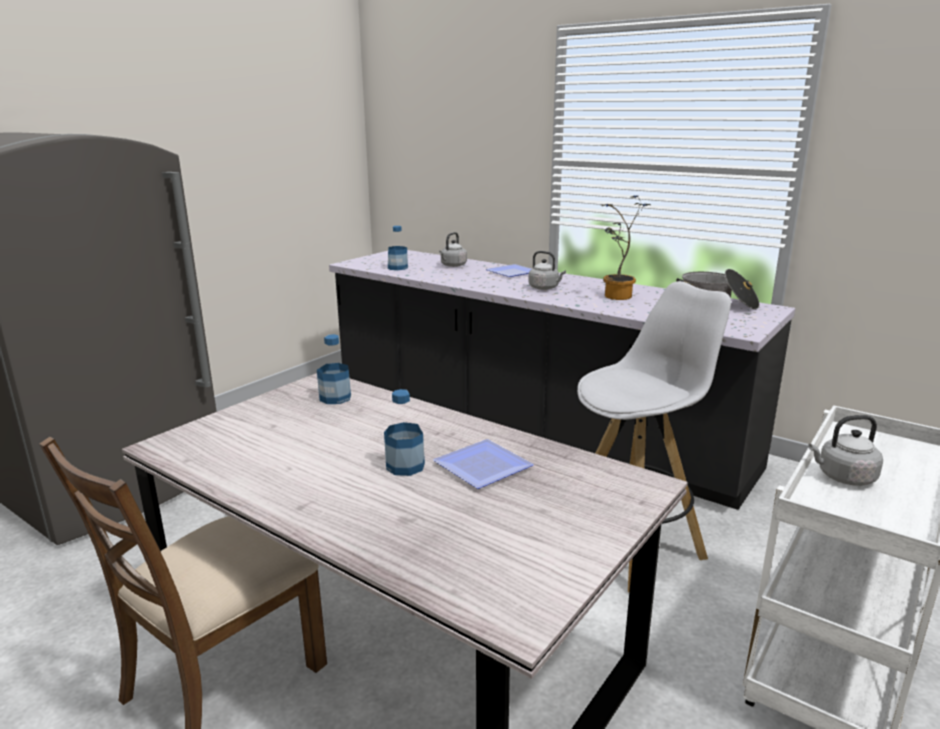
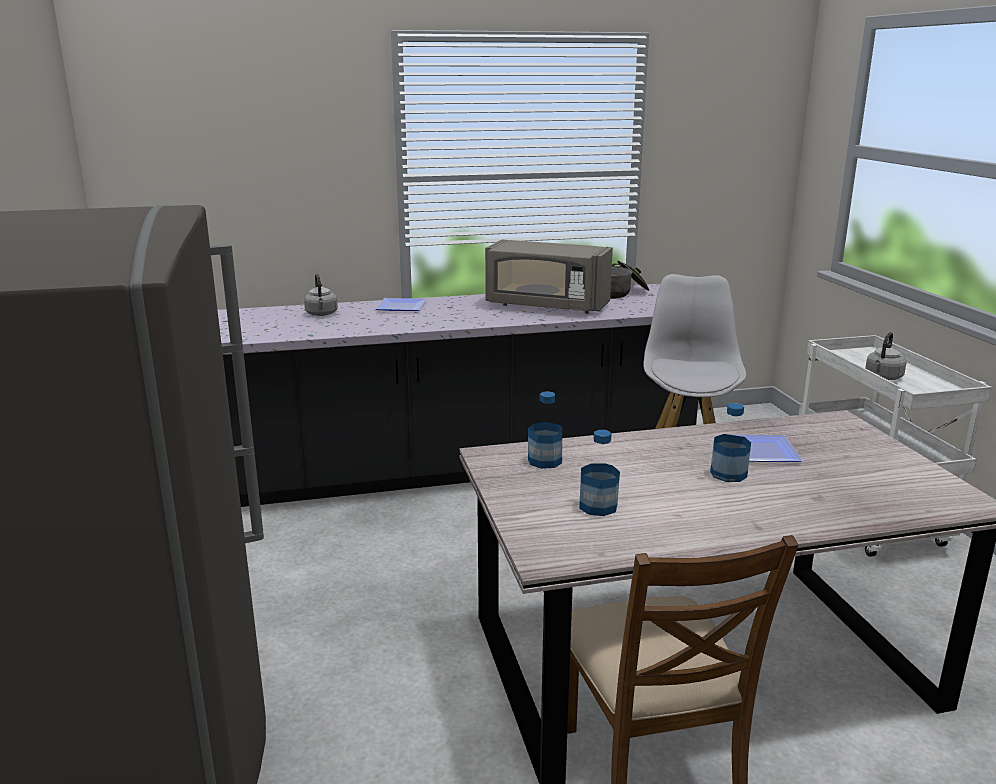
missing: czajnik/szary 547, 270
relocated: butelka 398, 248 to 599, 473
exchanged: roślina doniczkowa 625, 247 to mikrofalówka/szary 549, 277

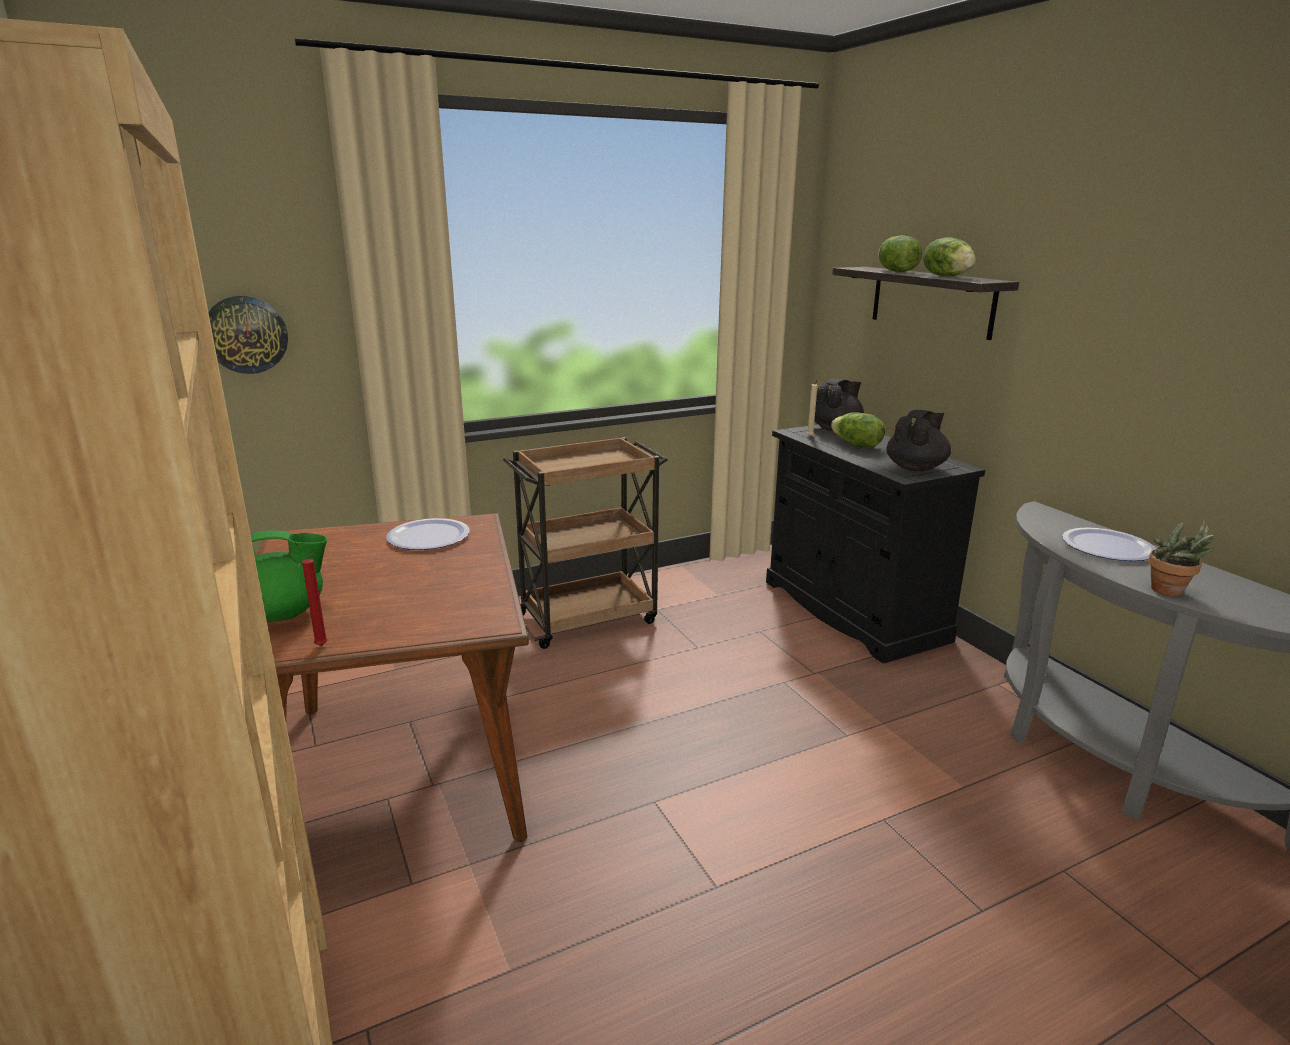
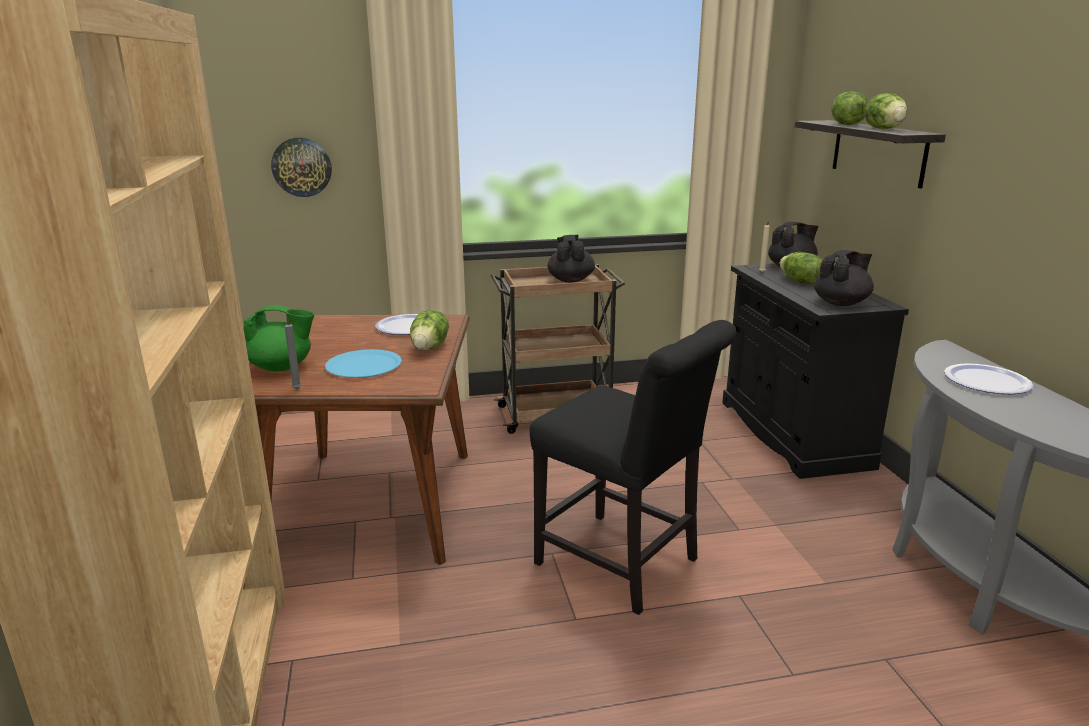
missing: roślina doniczkowa 1181, 558
appeared: imbryk/czarny 571, 259; sałata 429, 330; krzesło/czarny 633, 467; talerz/niebieski 363, 363
colour: świeca/czerwony 315, 600 to świeca/szary 293, 354

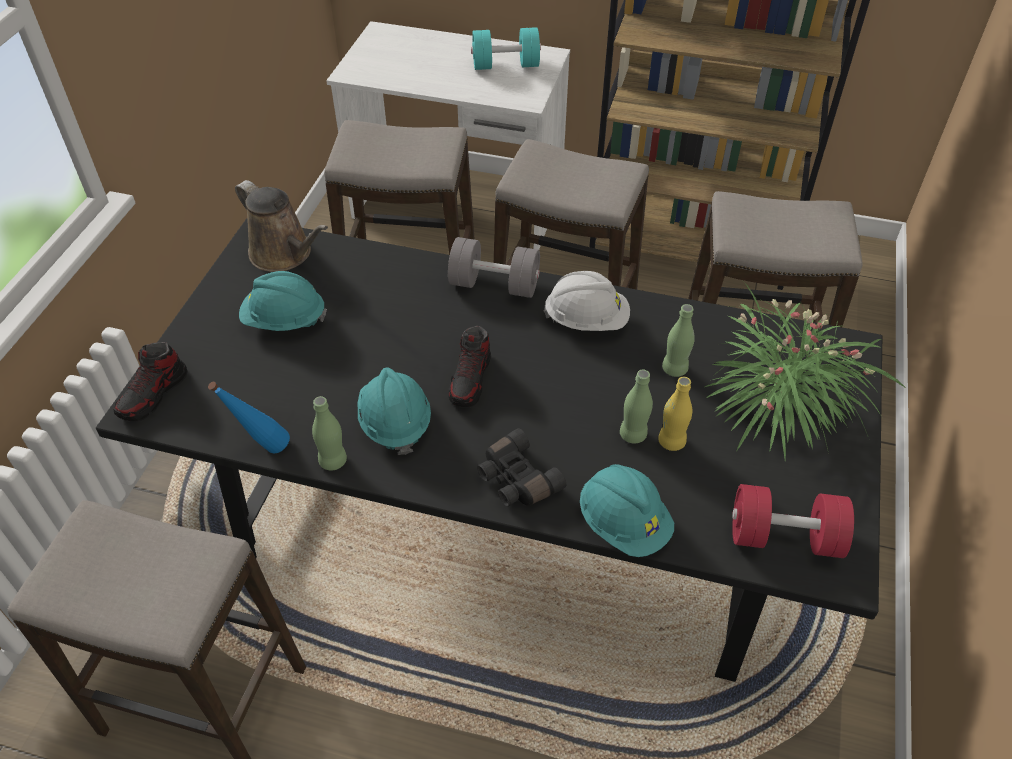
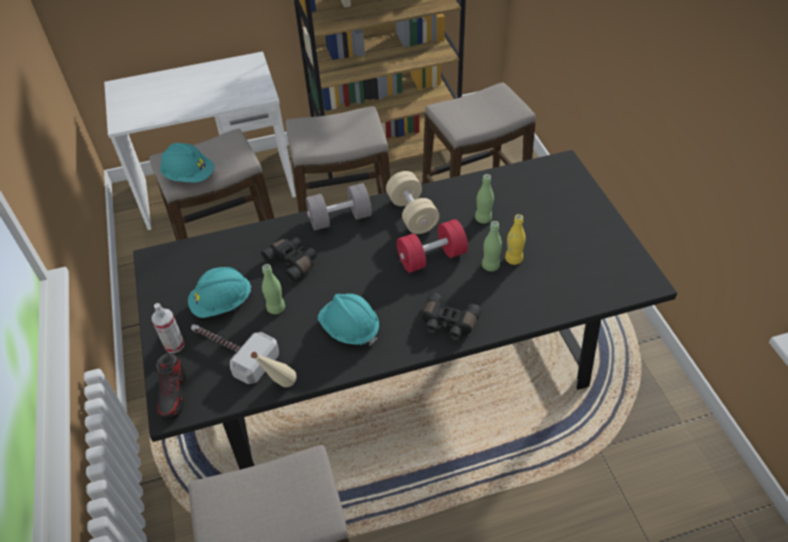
missing: hantel/turkusowy 506, 48; konewka/brązowy 281, 226; roślina doniczkowa 805, 370; but 469, 366
appeared: lornetka/czarny 289, 260; spryskiwacz 168, 328; młotek 235, 354
relocated: butelka/zielony 329, 433 to 273, 289; kask/turkusowy 627, 510 to 187, 163; hantel/czerwony 793, 521 to 432, 246
exchanged: kask/biały 587, 301 to hantel/beżowy 413, 202
colour: butelka/niebieski 249, 417 to butelka/beżowy 274, 369

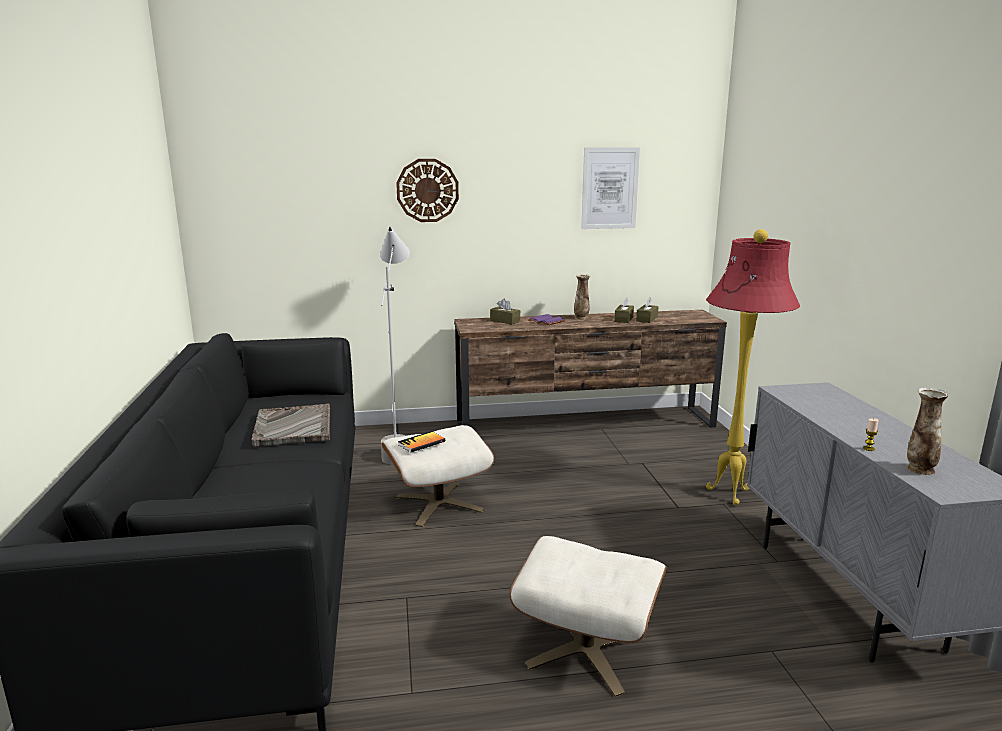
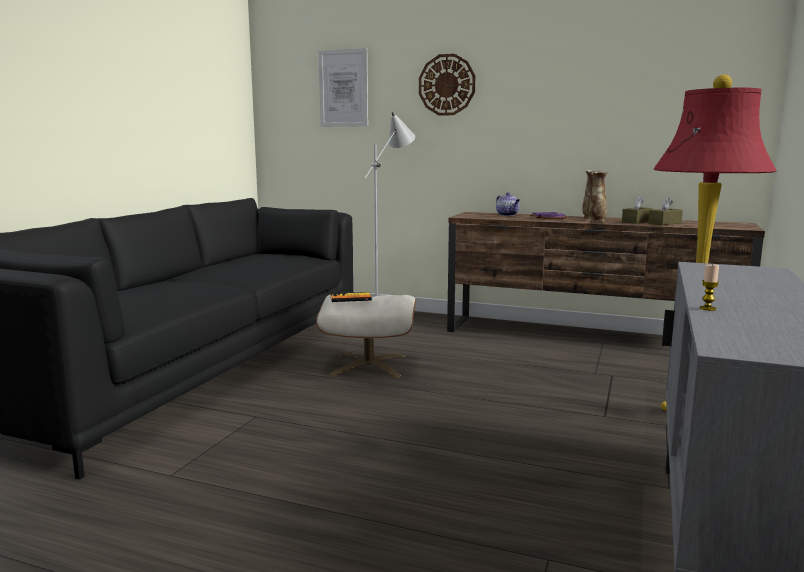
missing: taca/szary 290, 425; pufa/beżowy 588, 616
relocated: obraz 610, 188 to 343, 87; wazon 928, 431 to 598, 197
exchanged: pudełko chusteczek/brązowy 505, 311 to imbryk 508, 204

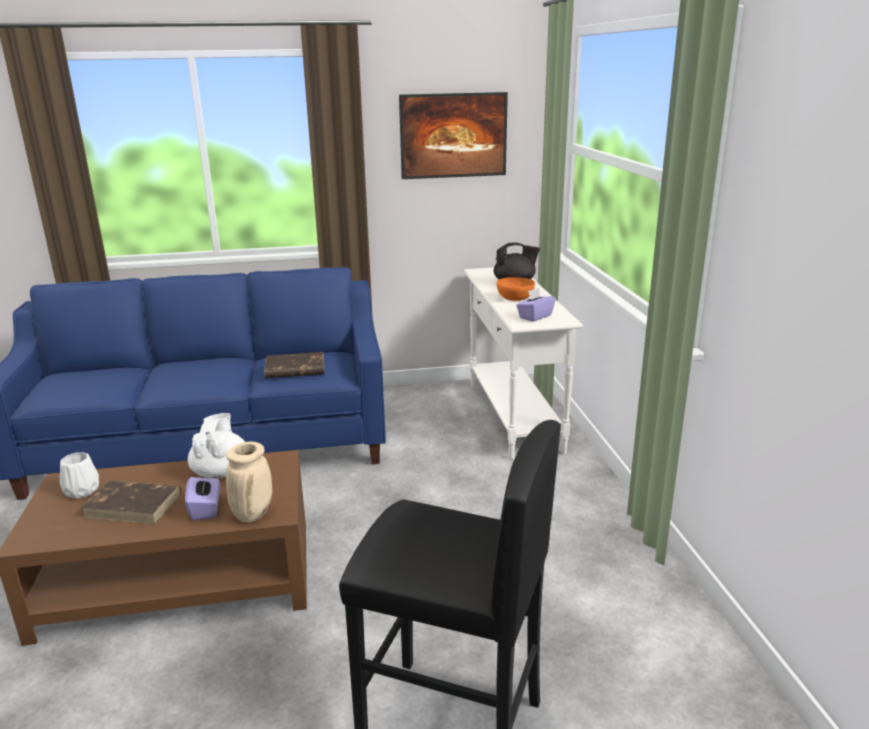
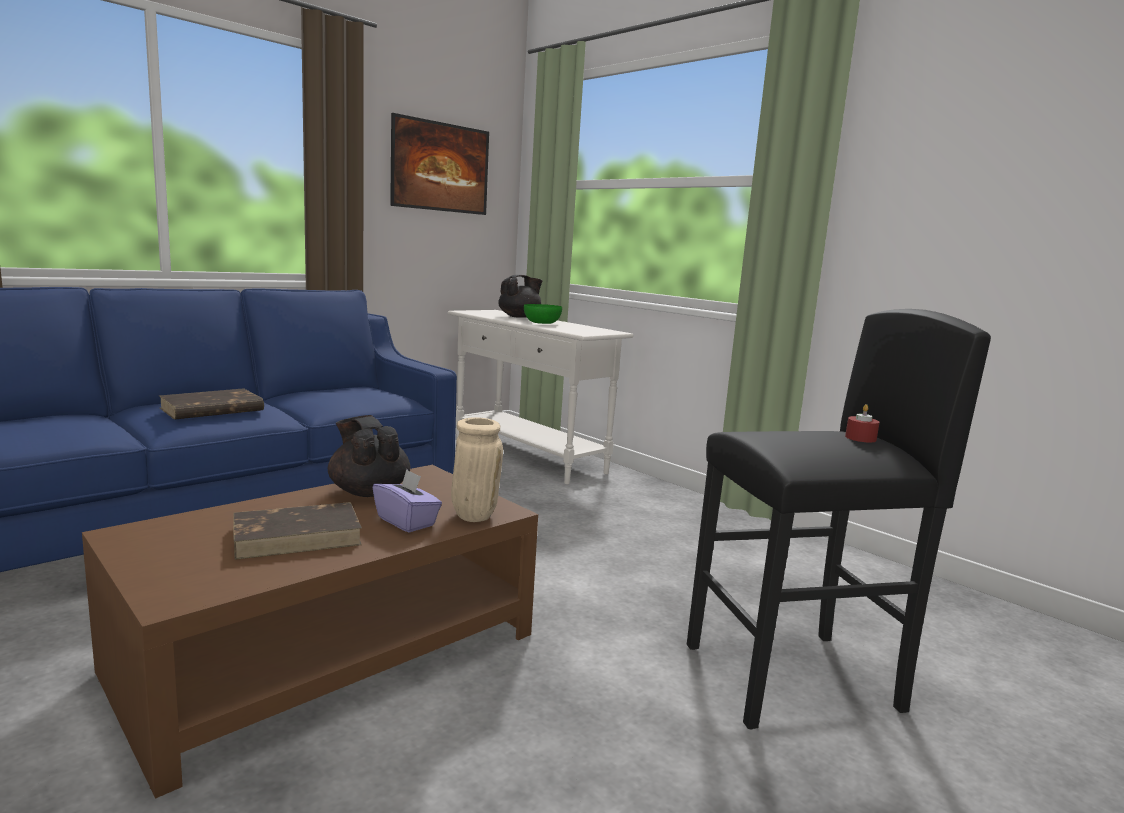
missing: pudełko chusteczek/fioletowy 536, 305; wazon/biały 79, 475
appeared: świeca/czerwony 862, 423
relocated: książka/brązowy 294, 365 to 211, 404
colour: miska/pomarańczowy 516, 289 to miska/zielony 543, 314; imbryk/biały 216, 446 to imbryk/czarny 369, 456

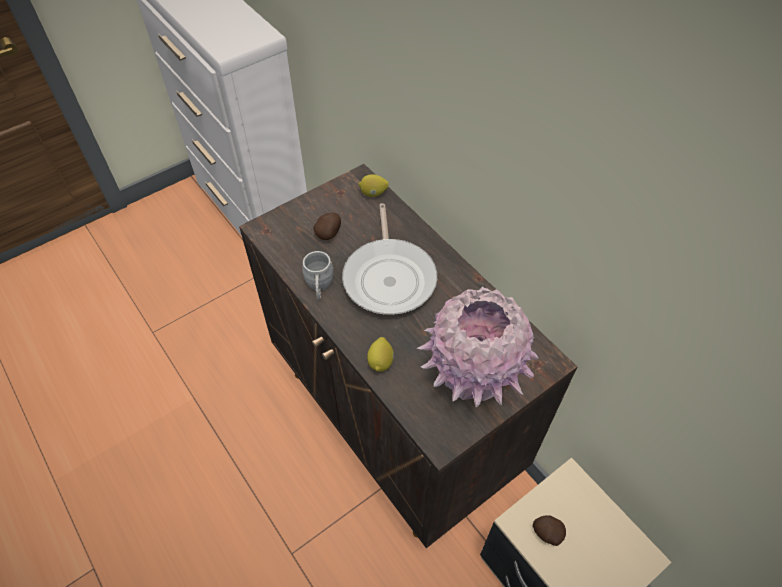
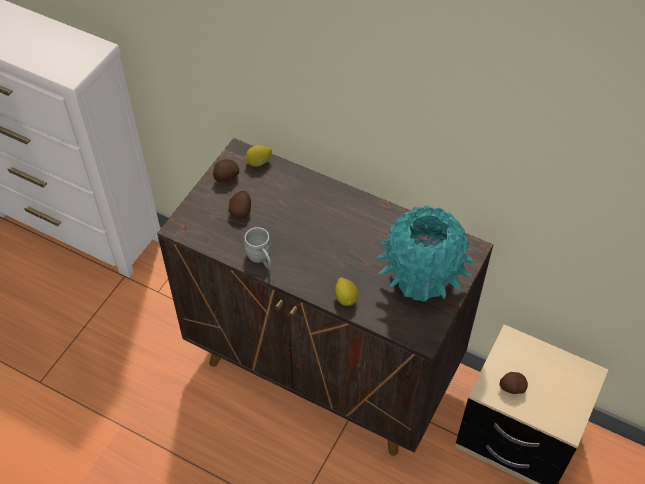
missing: patelnia 389, 259
appeared: ziemniak 226, 170
colour: wazon/różowy 478, 347 to wazon/turkusowy 425, 253

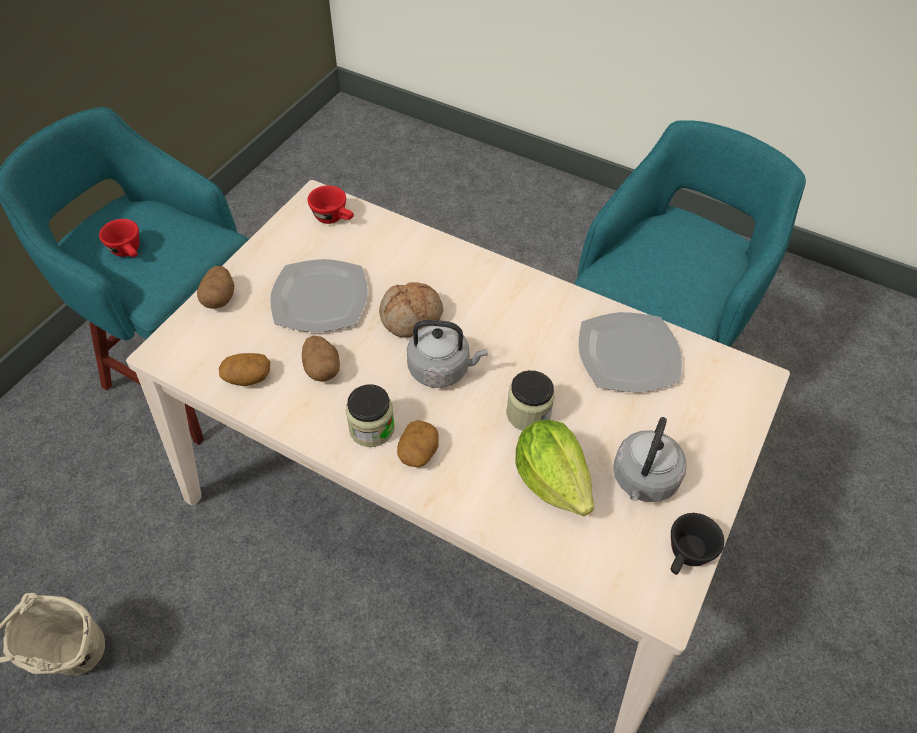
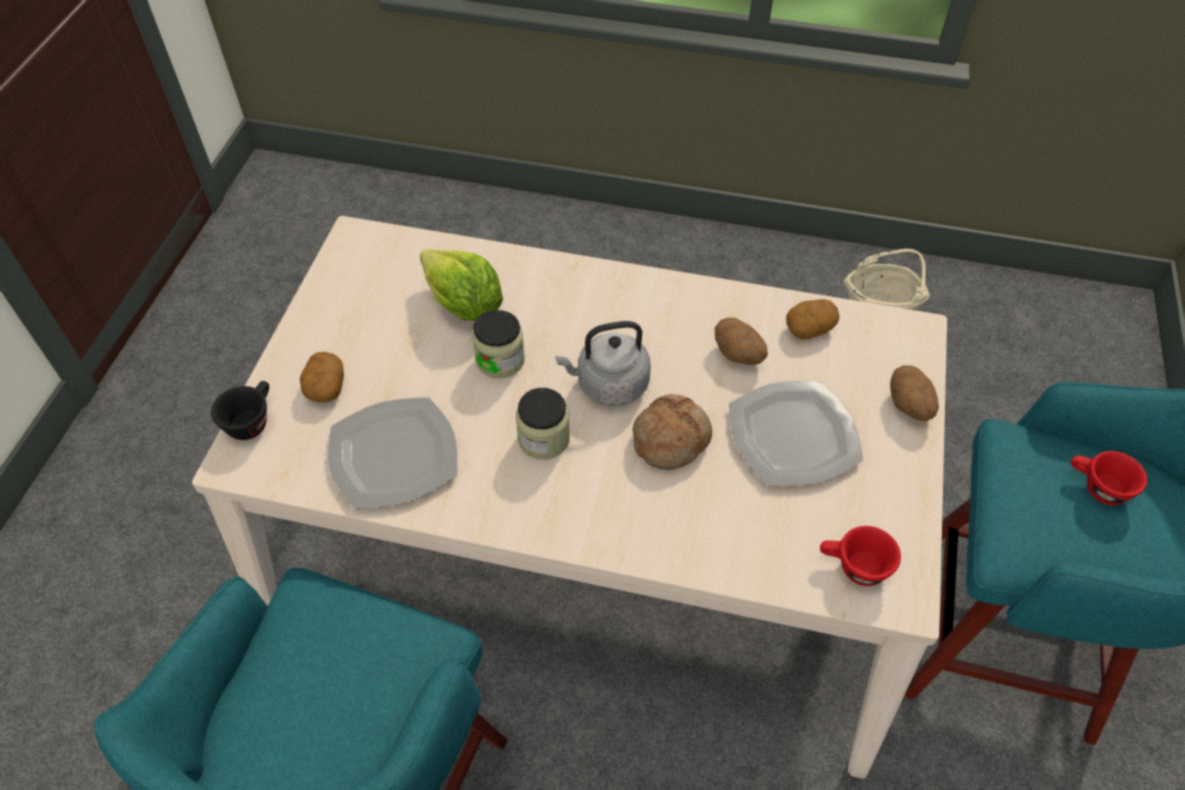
missing: czajnik/szary 650, 459
relocated: słoik 370, 415 to 543, 424; ziemniak 418, 443 to 322, 377; filiżanka/czarny 697, 544 to 240, 410

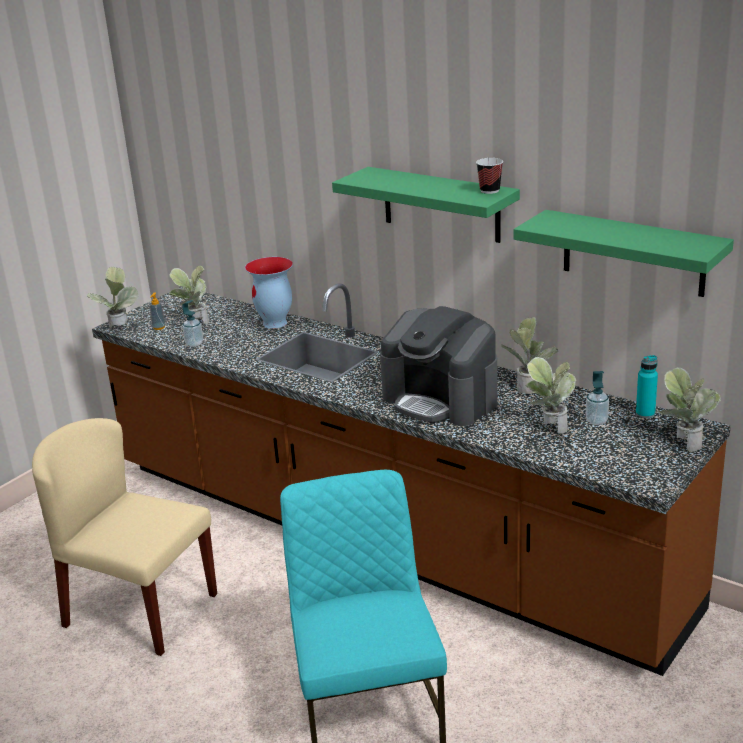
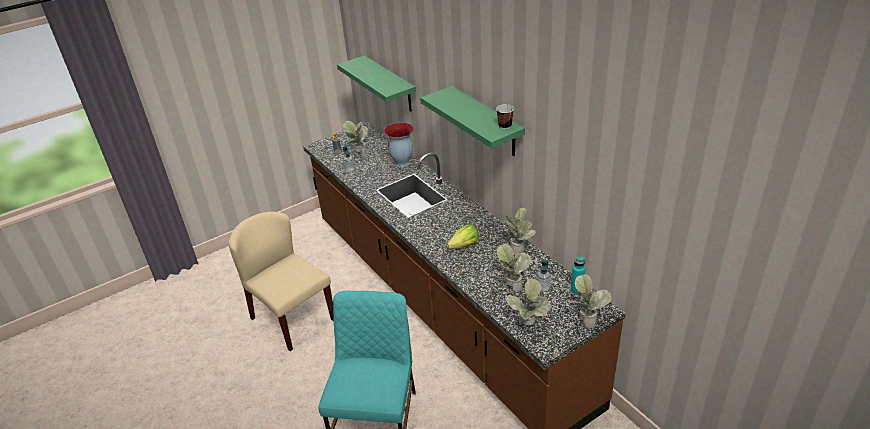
relocated: półka/zielony 624, 253 to 376, 83; roślina doniczkowa 112, 298 to 528, 301
exchanged: ekspres do kawy 439, 366 to sałata 462, 236

